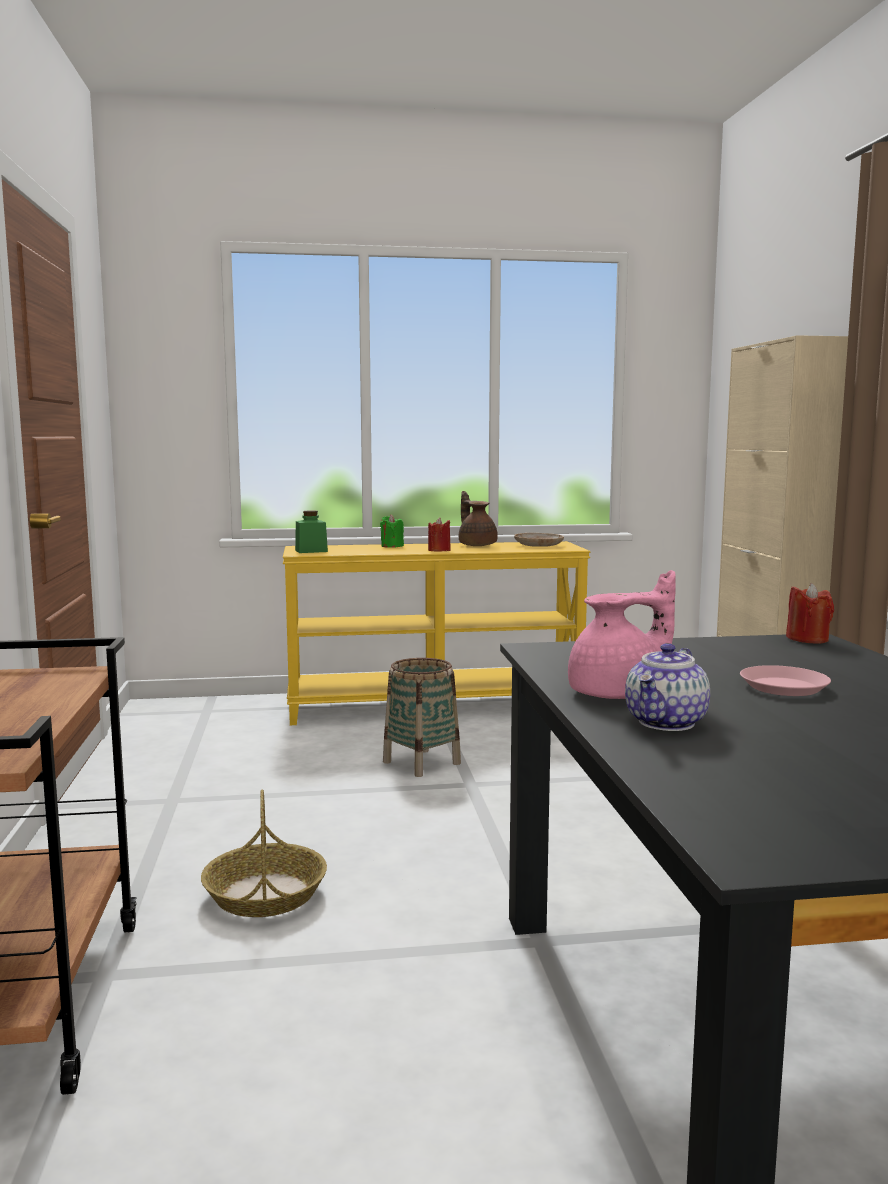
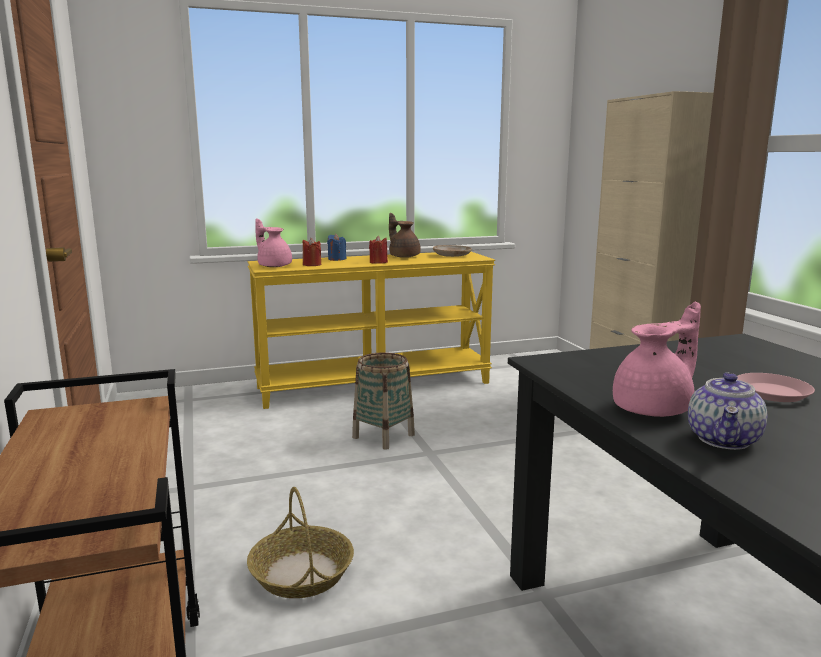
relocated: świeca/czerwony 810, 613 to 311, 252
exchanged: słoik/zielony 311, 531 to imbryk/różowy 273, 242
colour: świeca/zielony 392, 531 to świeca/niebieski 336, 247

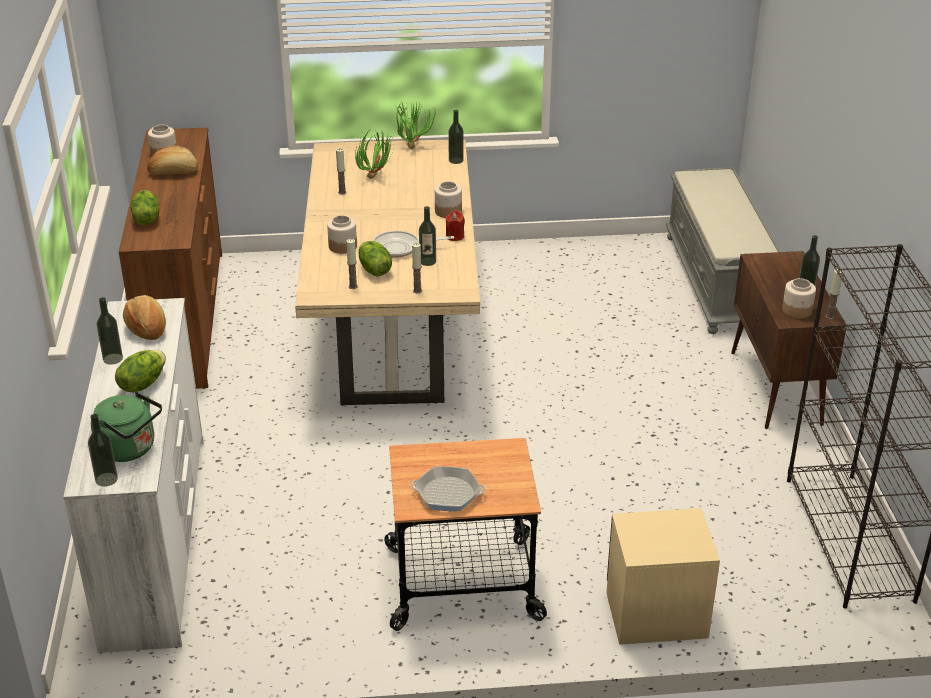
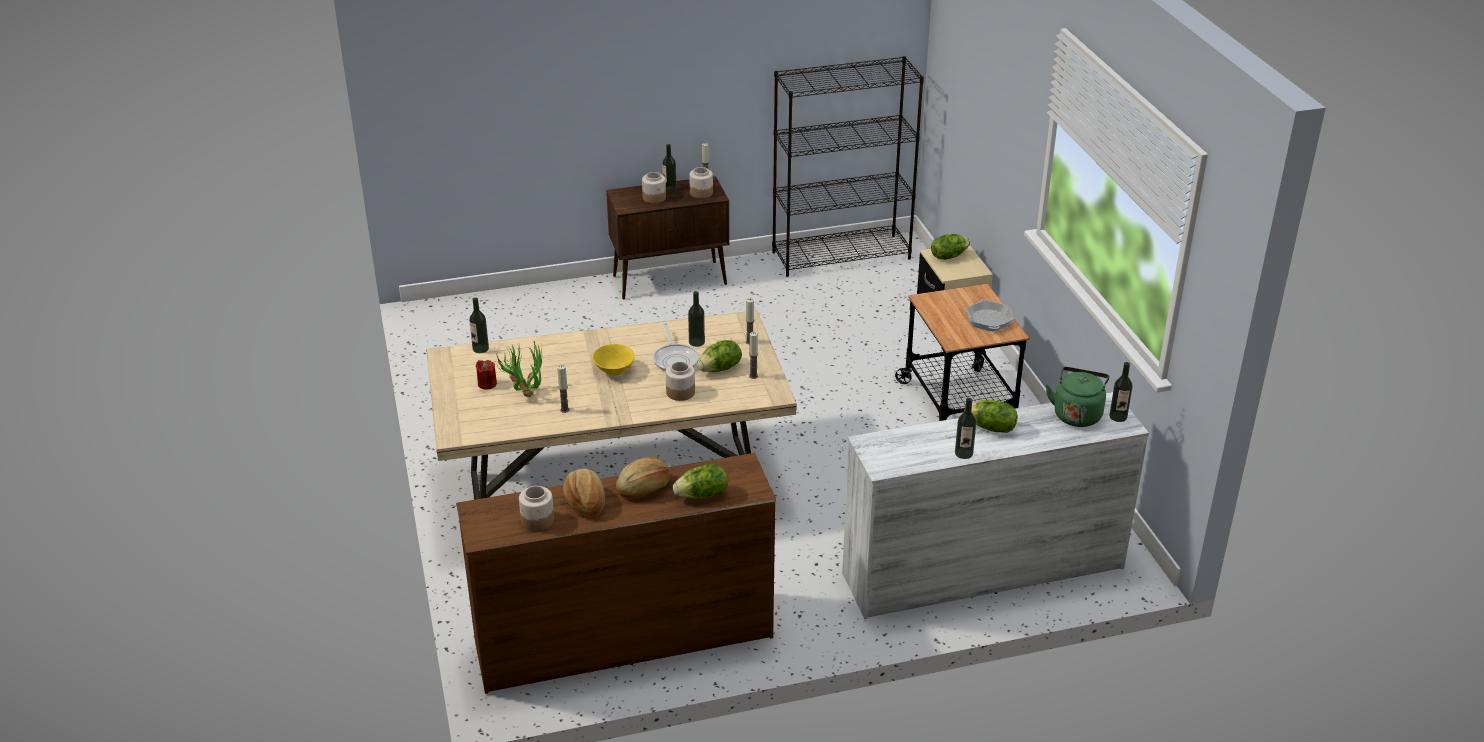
missing: roślina doniczkowa 415, 125; ławka/szary 723, 250
appeared: sałata 950, 247; miska/żółty 613, 360
relocated: słoik 448, 199 to 654, 187; świeca/czerwony 455, 225 to 486, 375; chleb 144, 317 to 643, 478

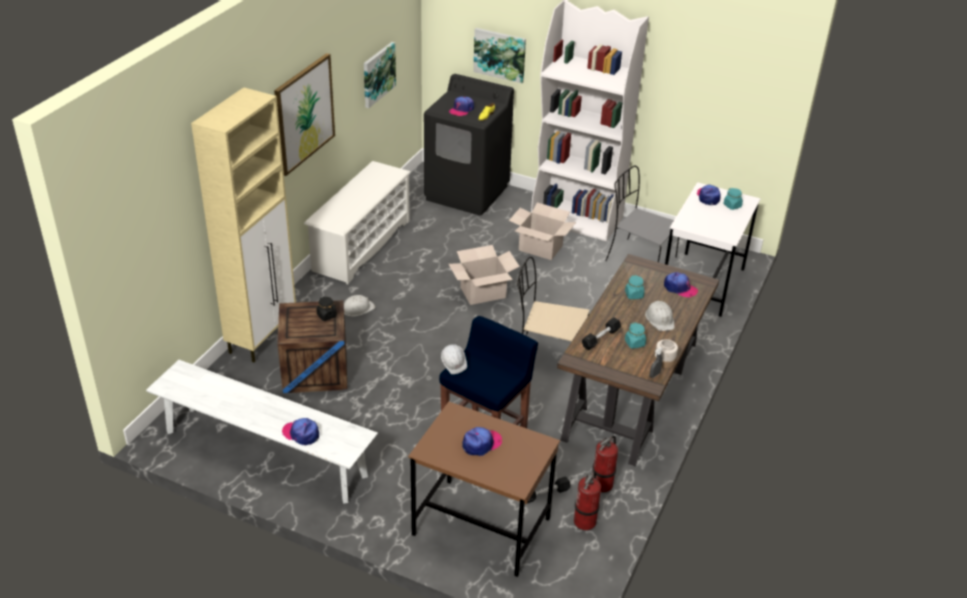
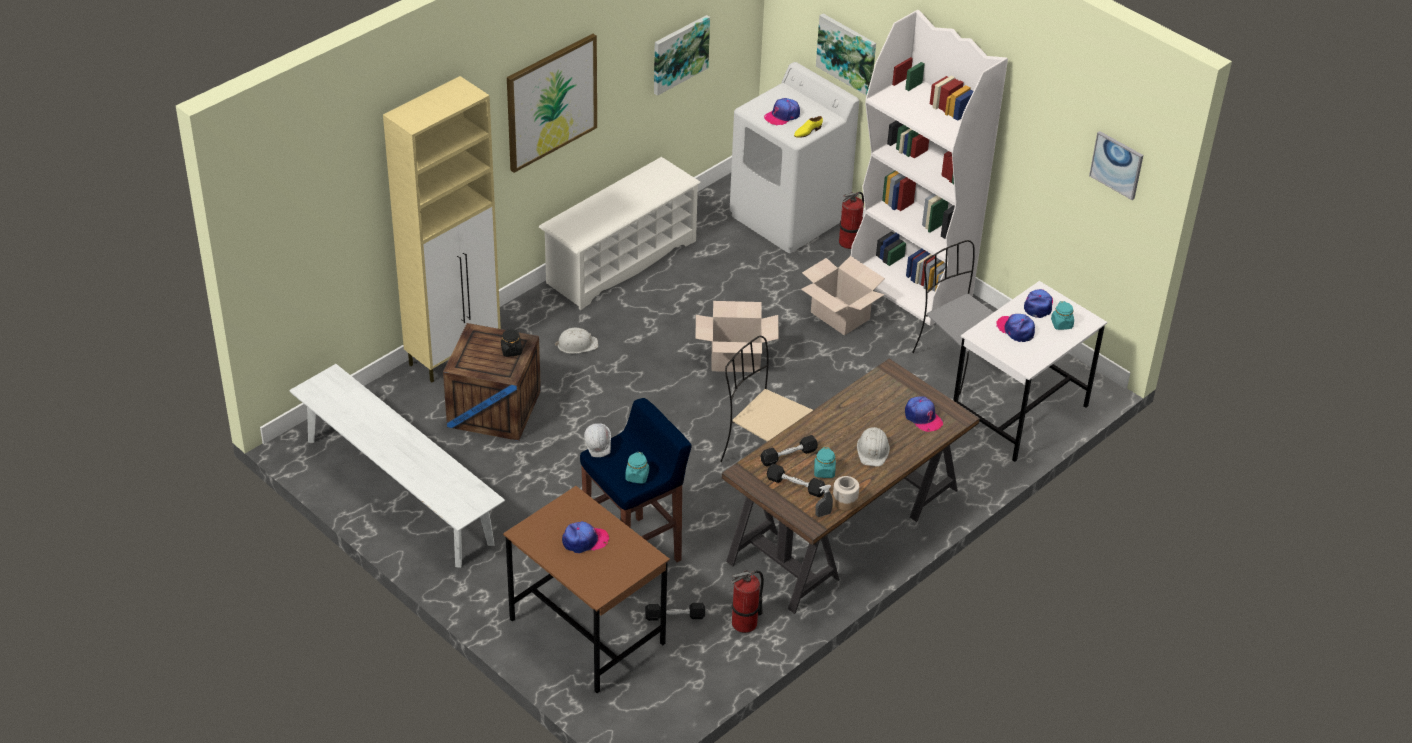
appeared: obraz 1116, 165; hantel/czarny 796, 480
relocated: słoik/turkusowy 634, 287 to 637, 468; czapka z daszkiem 300, 431 to 1015, 328; gaśnica 587, 500 to 851, 220
colour: pralka/czarny 469, 145 to pralka/biały 794, 157

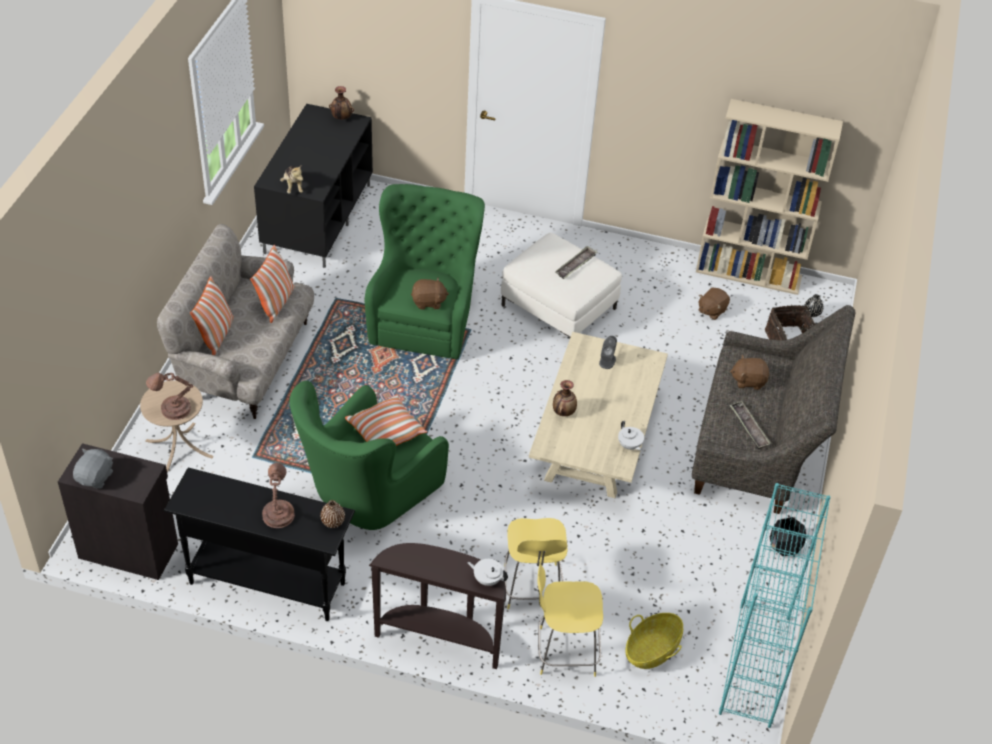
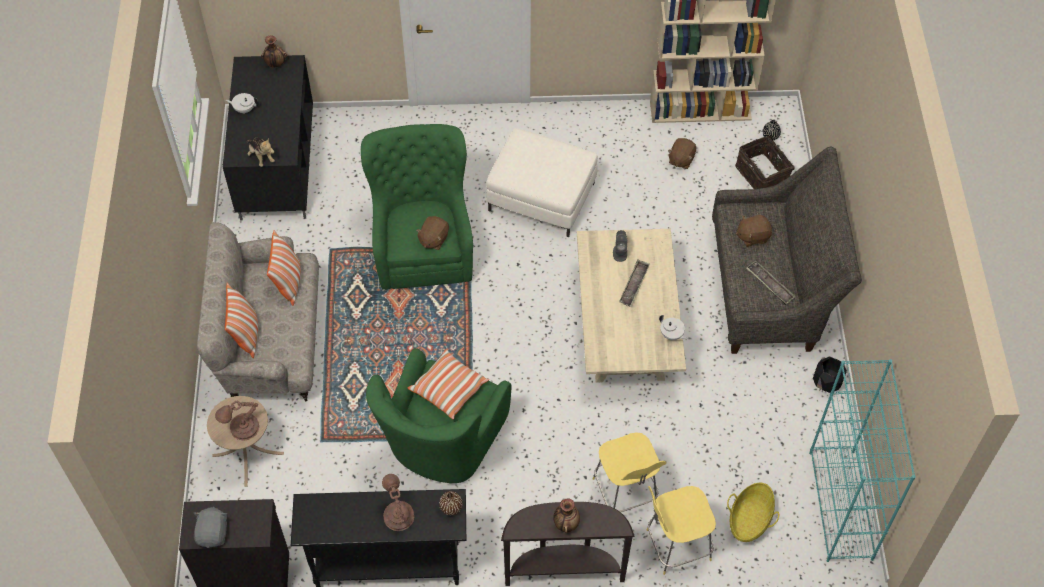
relocated: taca 576, 262 to 634, 283; wazon 565, 398 to 566, 515; imbryk/biały 487, 572 to 242, 103
spun: pluszak/brązowy 430, 293 = 432, 233 135 degrees clockwise

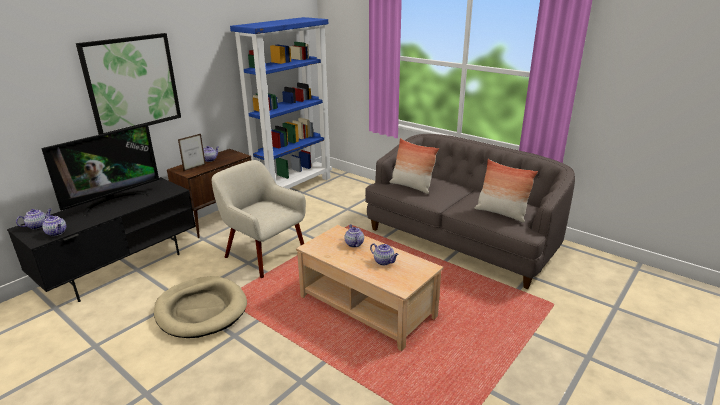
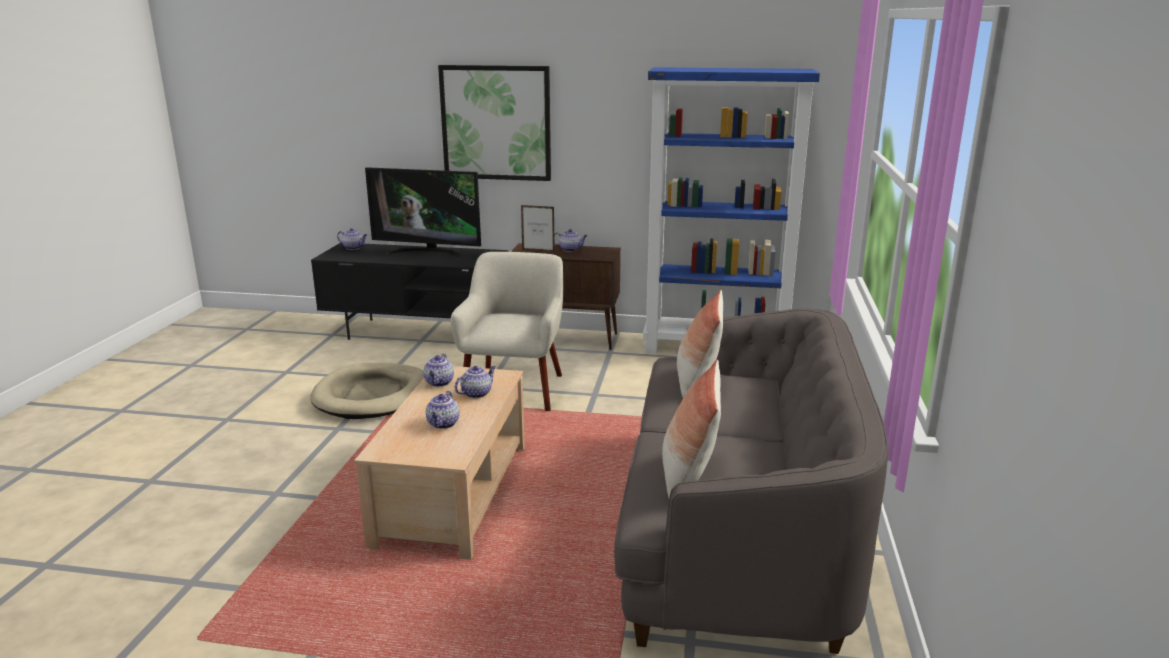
relocated: imbryk 54, 225 to 438, 370

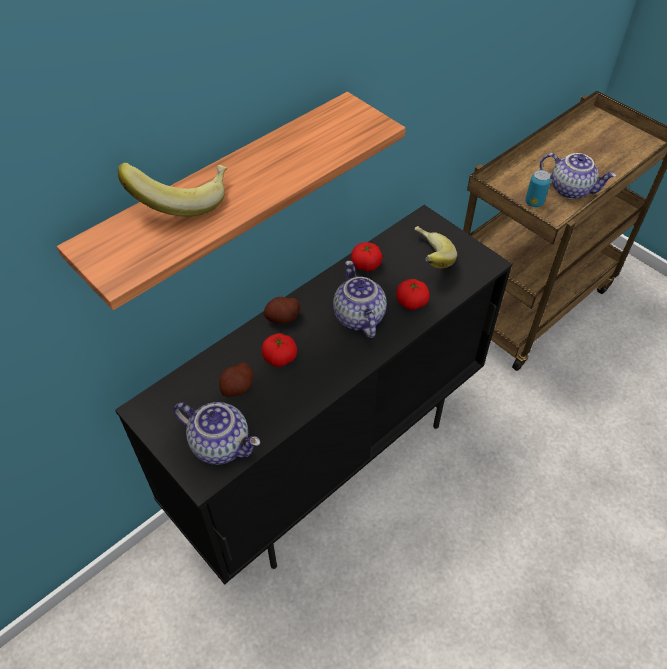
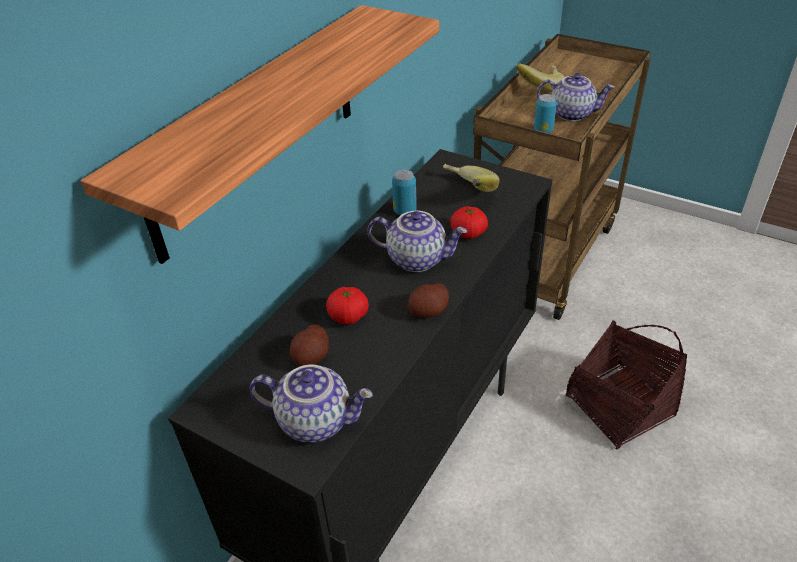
appeared: koszyk 626, 384
relocated: banan 173, 190 to 540, 77; ziemniak 282, 310 to 428, 300
exchanged: pomidor 367, 256 to puszka 404, 192
spun: imbryk 360, 299 = 417, 241 135 degrees clockwise

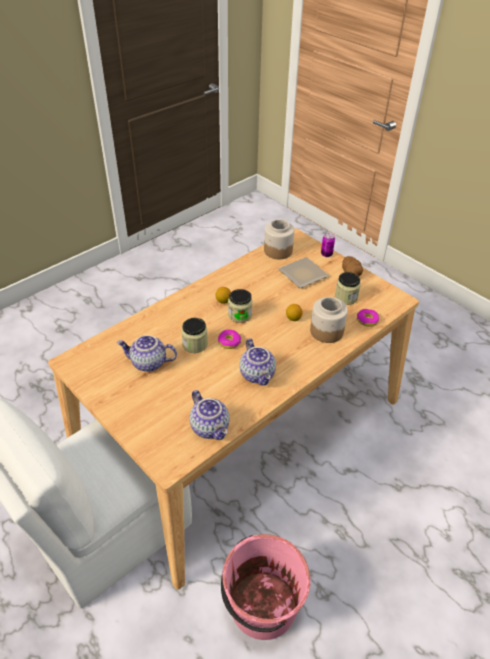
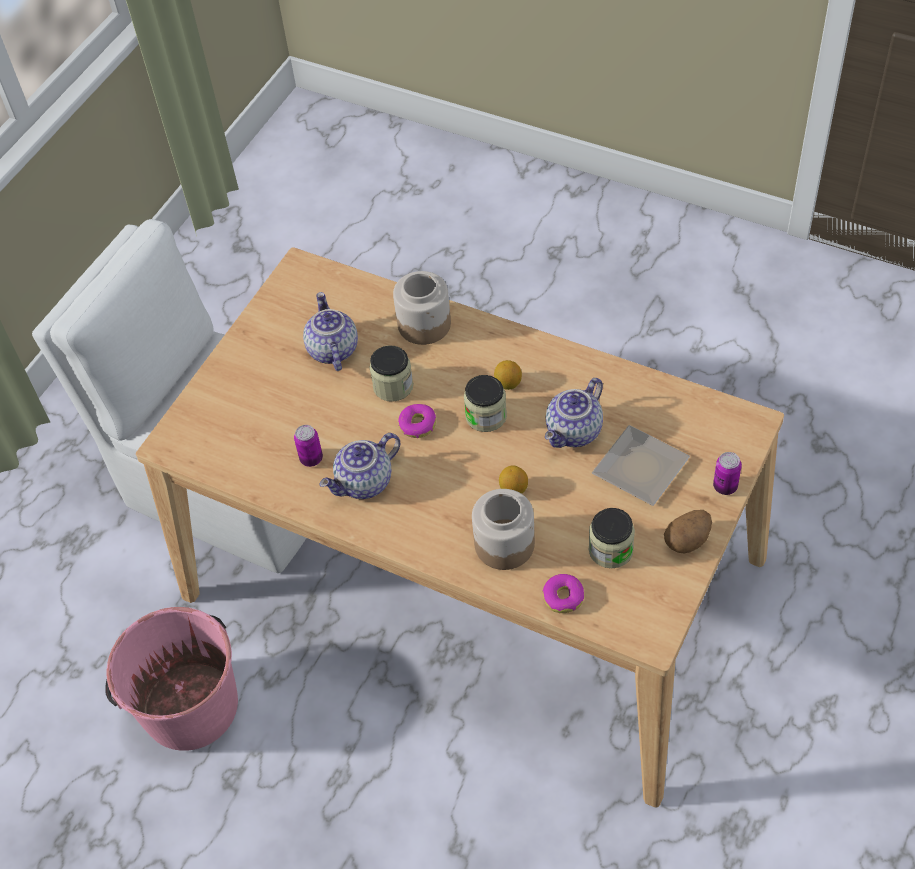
appeared: puszka 308, 446
relocated: słoik 279, 239 to 422, 308; imbryk 210, 415 to 574, 413

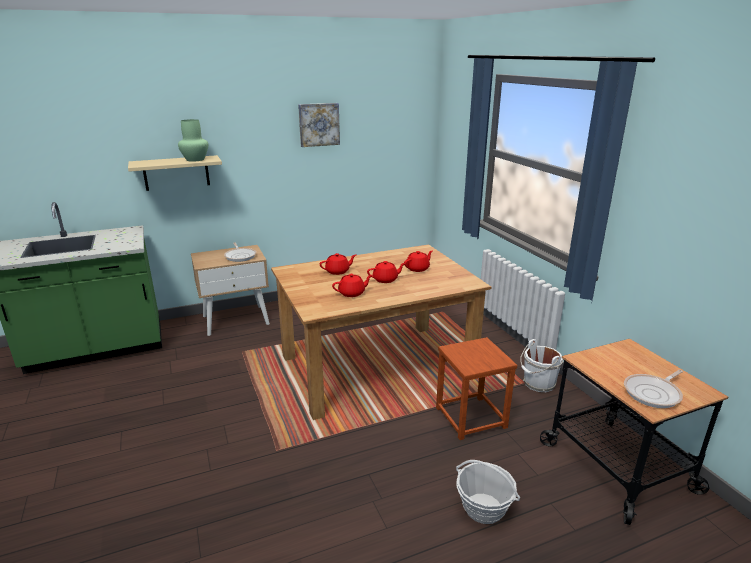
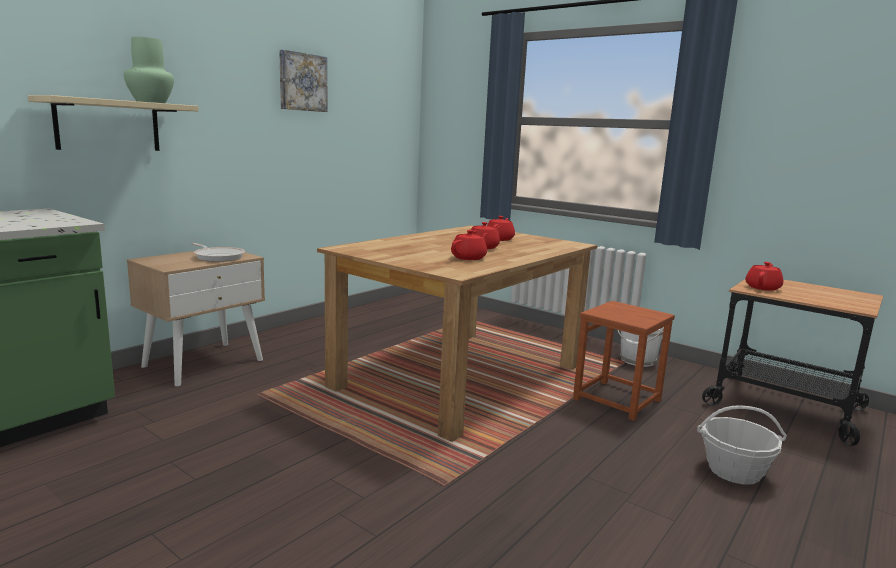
missing: patelnia 653, 389
relocated: imbryk/czerwony 338, 264 to 764, 276

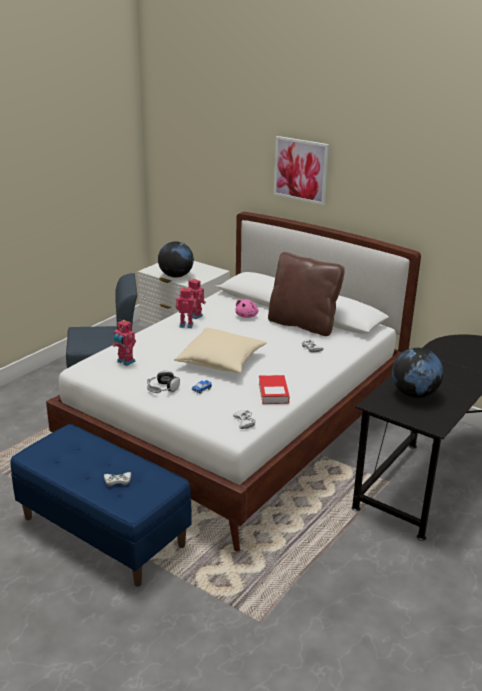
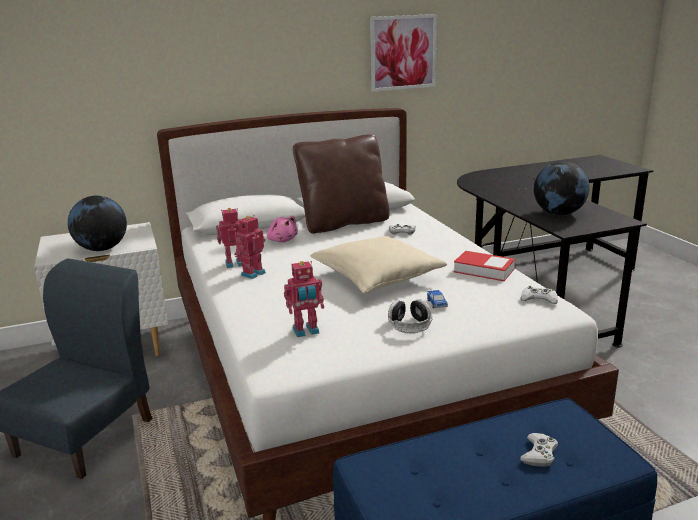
relocated: obraz 301, 170 to 403, 53

